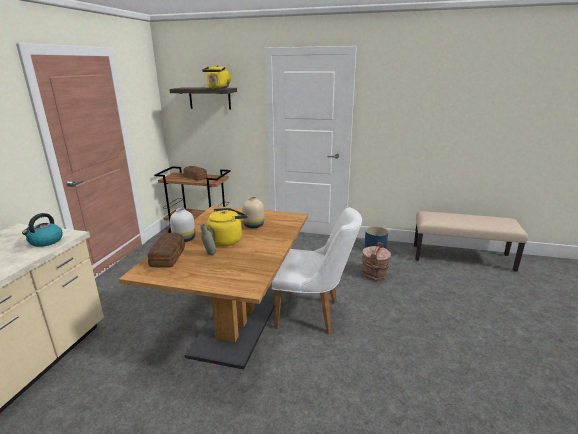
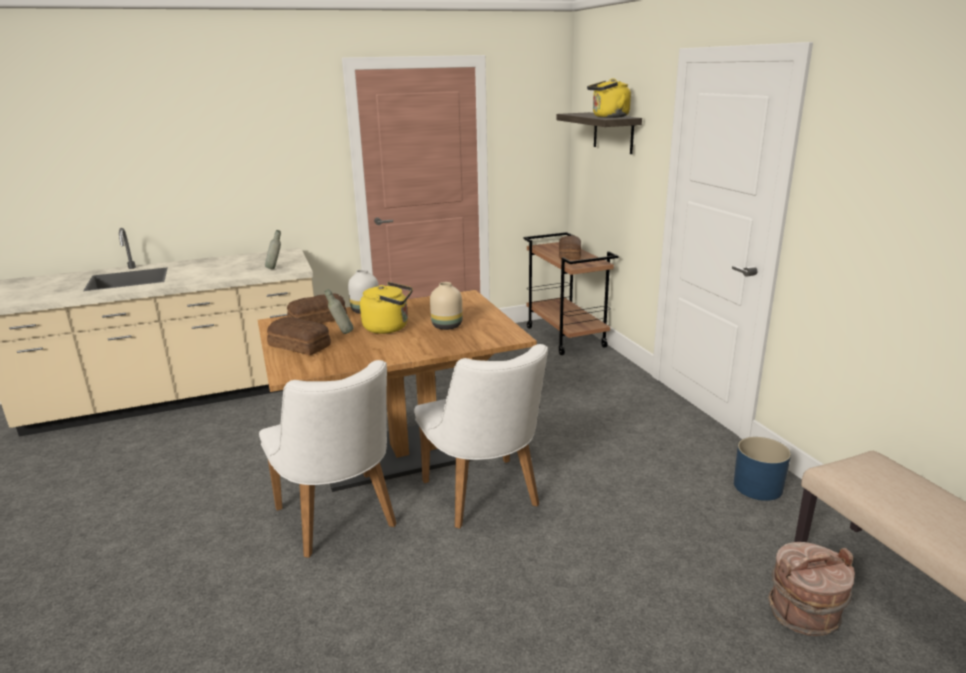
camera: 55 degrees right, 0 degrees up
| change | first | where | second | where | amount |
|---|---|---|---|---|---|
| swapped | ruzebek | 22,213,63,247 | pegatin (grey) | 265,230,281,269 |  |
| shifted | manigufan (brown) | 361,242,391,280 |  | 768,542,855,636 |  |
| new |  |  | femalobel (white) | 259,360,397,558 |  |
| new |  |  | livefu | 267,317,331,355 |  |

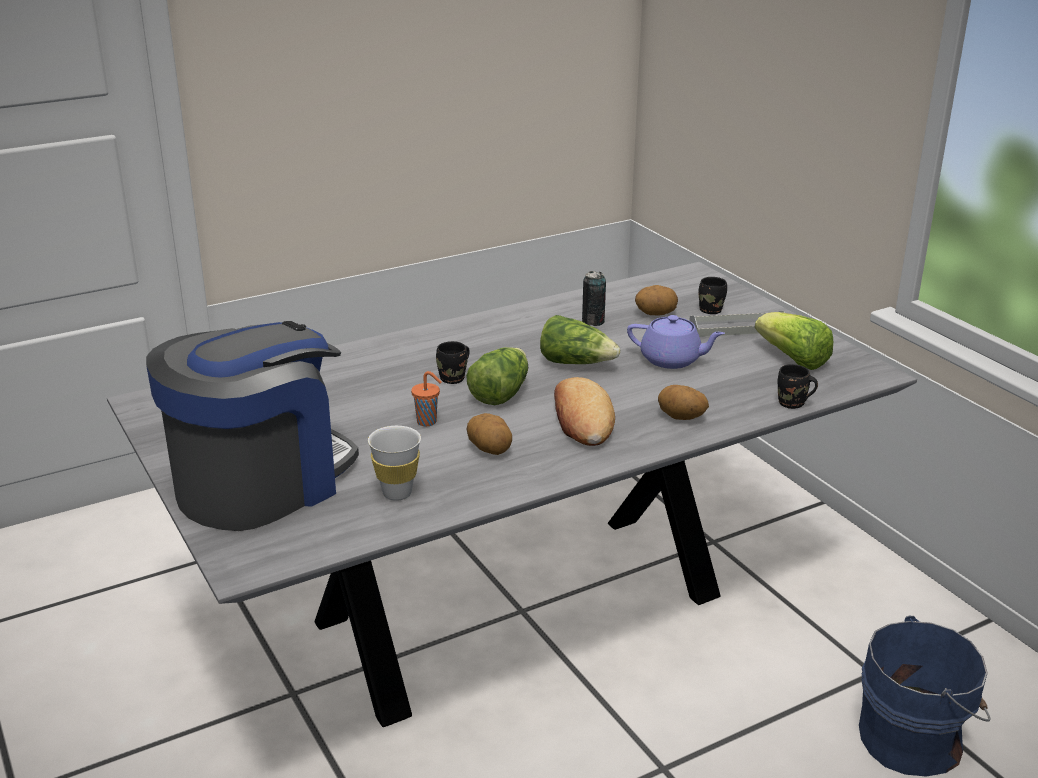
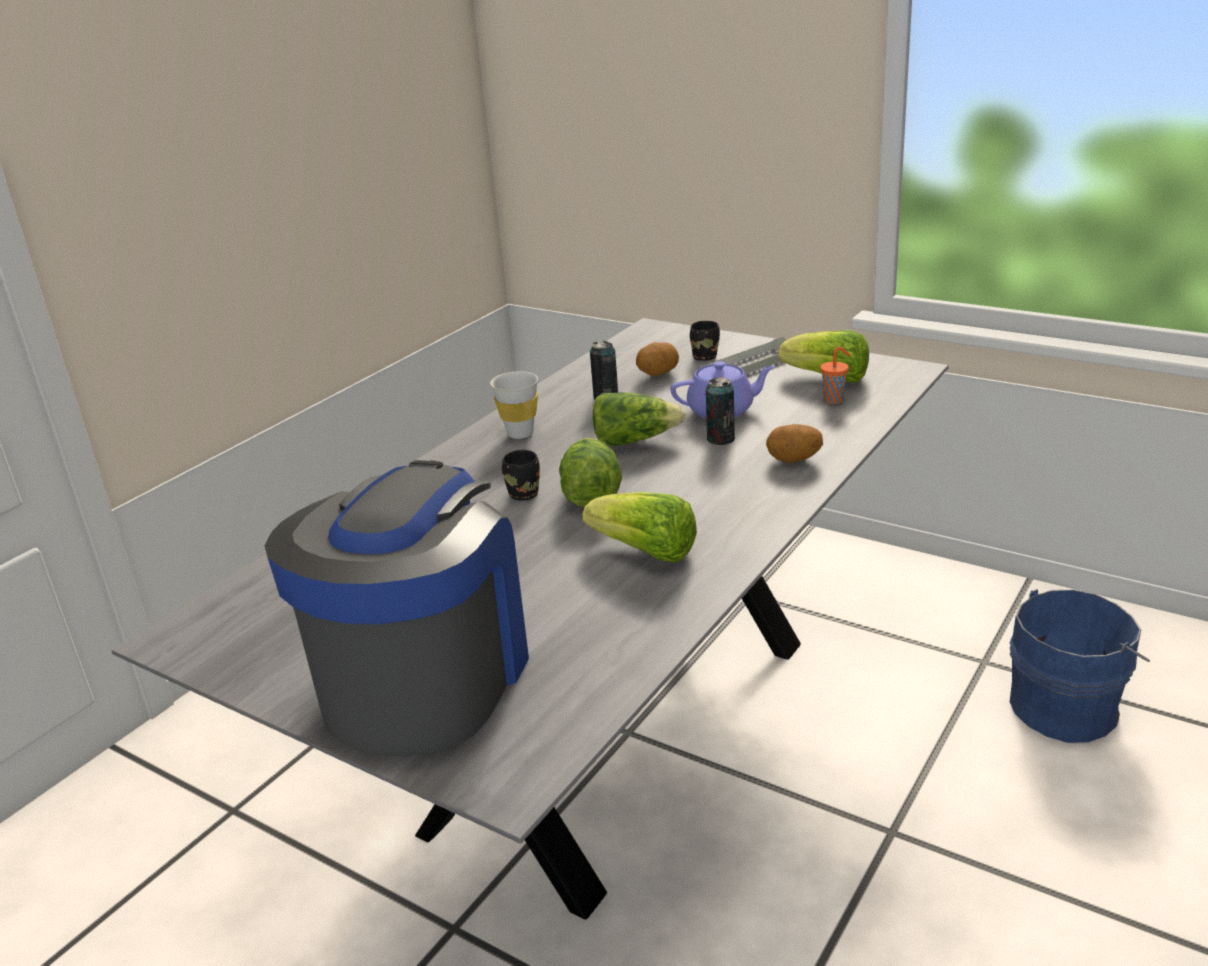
camera: 25 degrees left, 0 degrees up
| change | first | where | second | where | amount |
|---|---|---|---|---|---|
| shifted | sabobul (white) | 368,426,421,501 |  | 490,371,538,439 |  |
| shifted | sabobul (orange) | 411,371,442,426 |  | 820,347,850,404 |  |
| swapped | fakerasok | 466,413,512,455 | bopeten | 582,492,697,562 |  |
| gone | livefu | 554,377,615,446 |  |  |  |
| gone | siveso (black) | 778,364,818,409 |  |  |  |
| new |  |  | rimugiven | 706,377,735,445 |  |

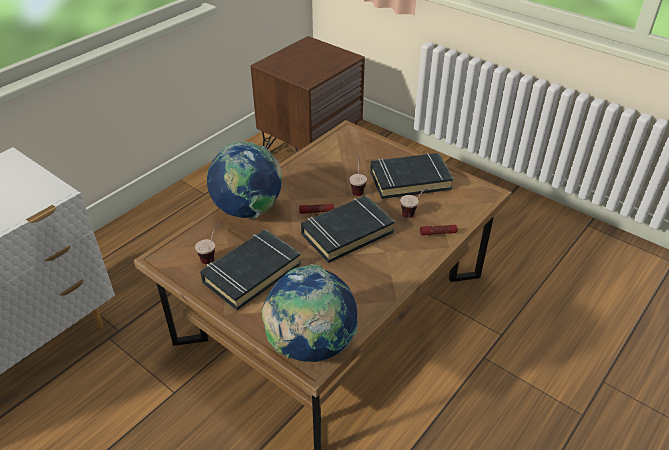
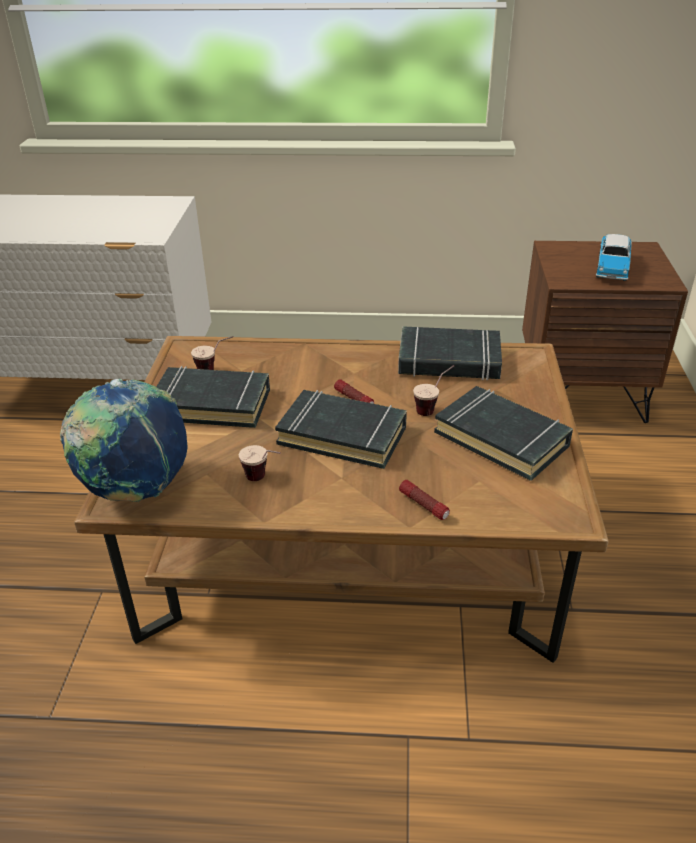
camera: 55 degrees right, 5 degrees down
| change | first | where | second | where | amount |
|---|---|---|---|---|---|
| gone | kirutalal | 207,141,282,218 |  |  |  |
| shifted | sabobul | 400,186,433,218 |  | 239,445,281,481 |  |
| new |  |  | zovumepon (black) | 398,326,502,380 |  |
| new |  |  | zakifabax | 596,234,632,281 |  |

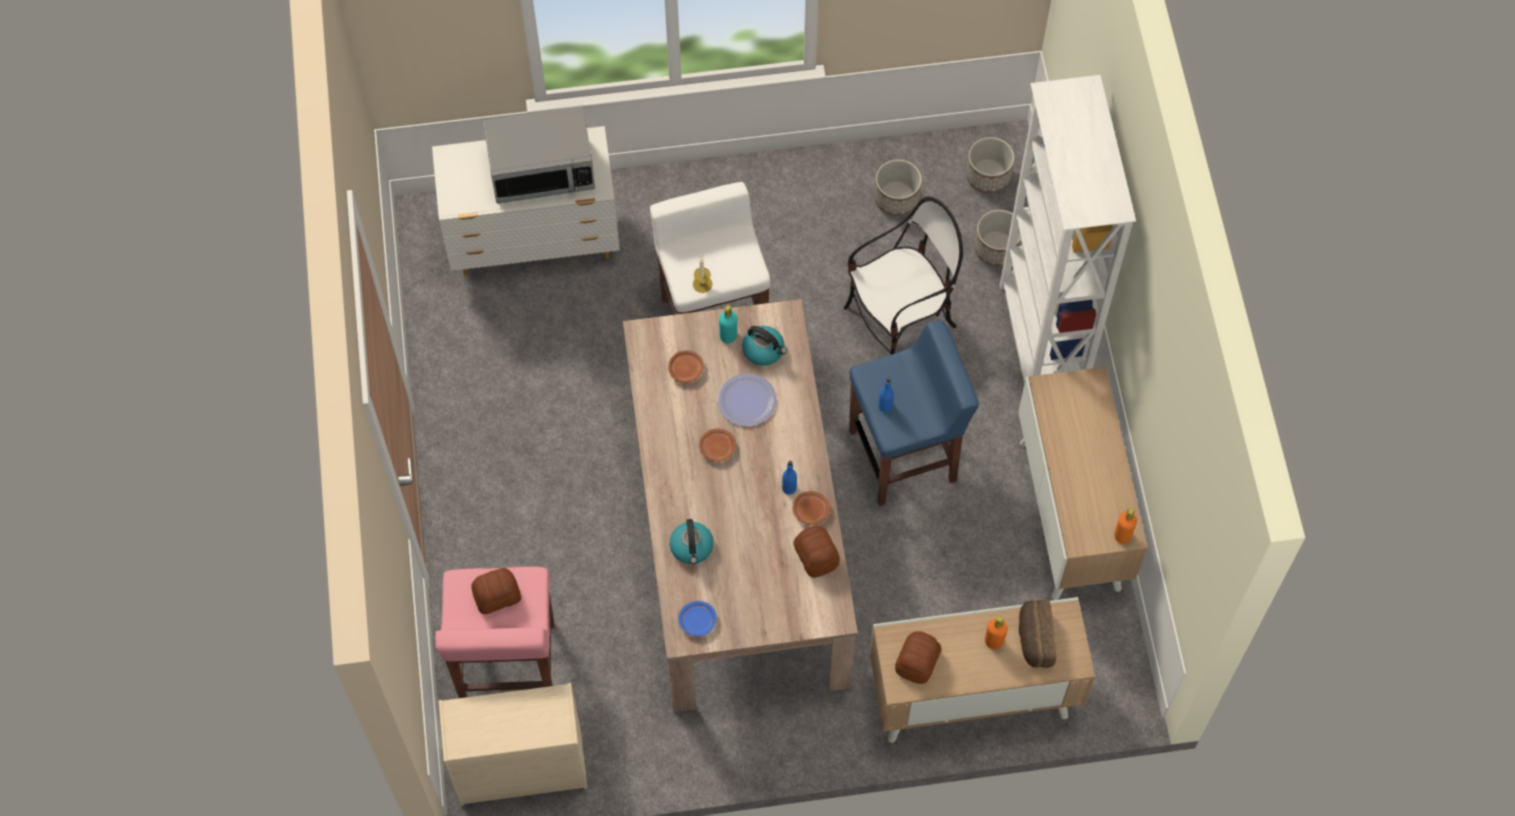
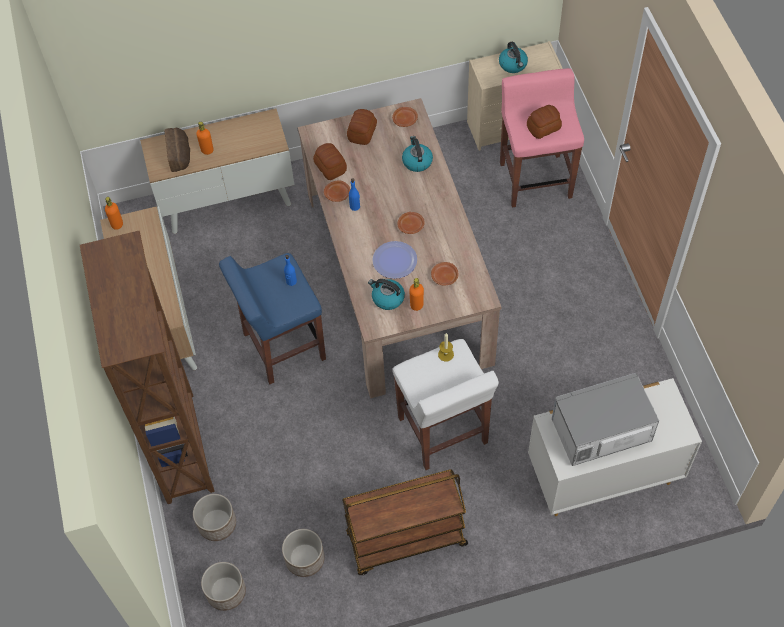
camera: 175 degrees right, 5 degrees down
| change | first | where | second | where | amount |
|---|---|---|---|---|---|
| repainted | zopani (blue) | 678,601,716,636 | zopani (brown) | 392,107,418,127 |  |
| repainted | pegatin (turquoise) | 719,305,737,344 | pegatin (orange) | 409,278,424,311 |  |
| gone | femalobel | 844,197,963,355 |  |  |  |
| shifted | livefu | 895,632,941,684 |  | 347,109,377,145 |  |
| repainted | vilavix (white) | 999,75,1136,384 | vilavix (brown) | 80,231,215,504 |  |
| new |  |  | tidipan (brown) | 342,469,468,575 |  |
| new |  |  | ruzebek | 499,41,528,73 |  |

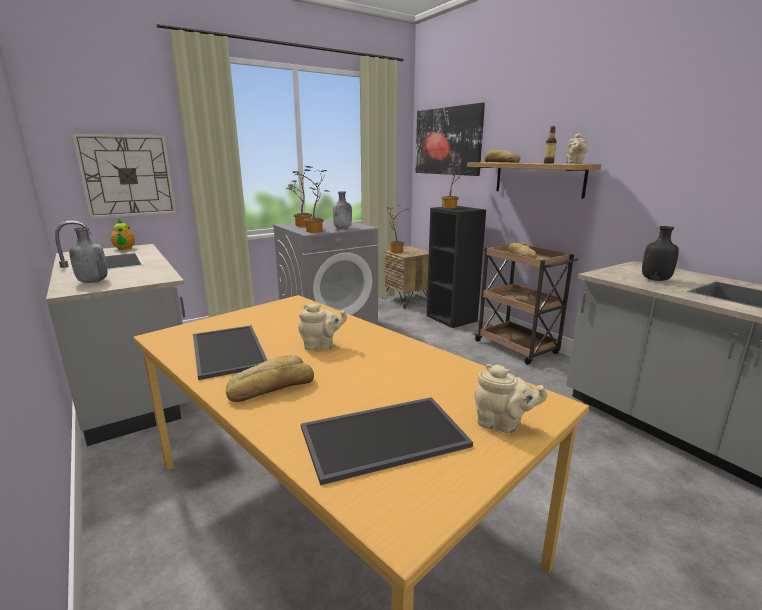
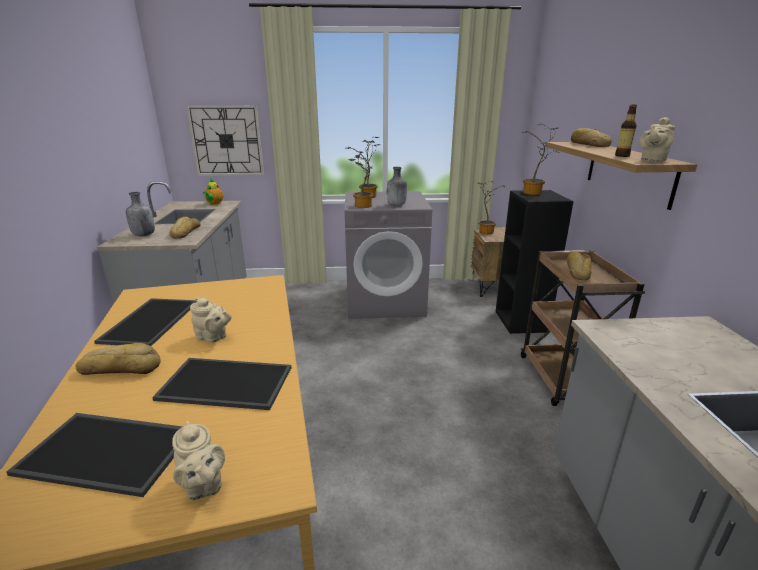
camera: 30 degrees right, 5 degrees up
| change | first | where | second | where | amount |
|---|---|---|---|---|---|
| gone | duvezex | 416,103,485,176 |  |  |  |
| gone | pegatin (black) | 642,226,679,281 |  |  |  |
| new |  |  | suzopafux | 152,358,291,410 |  |
| new |  |  | livefu | 169,217,200,238 |  |

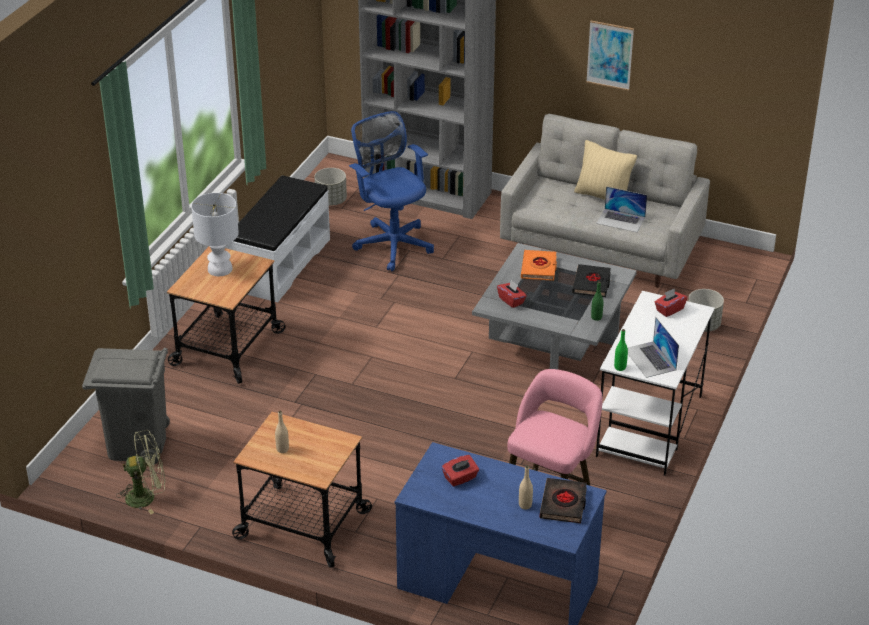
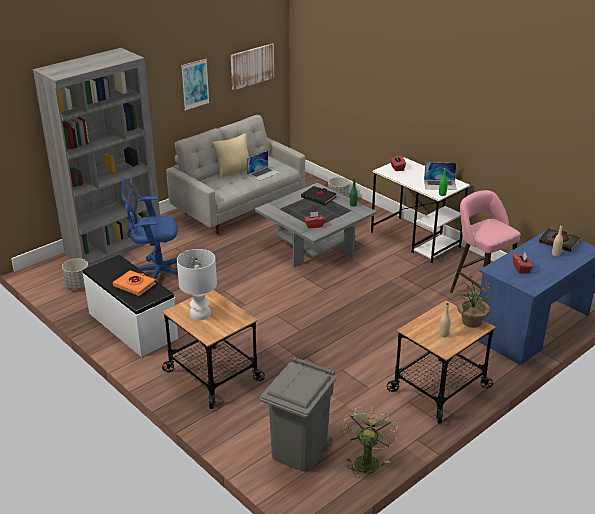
camera: 65 degrees left, 5 degrees down
| change | first | where | second | where | amount |
|---|---|---|---|---|---|
| shifted | zovumepon (orange) | 521,250,557,281 |  | 113,270,156,296 |  |
| new |  |  | duvezex | 231,44,274,90 |  |
| new |  |  | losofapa | 455,275,490,328 |  |

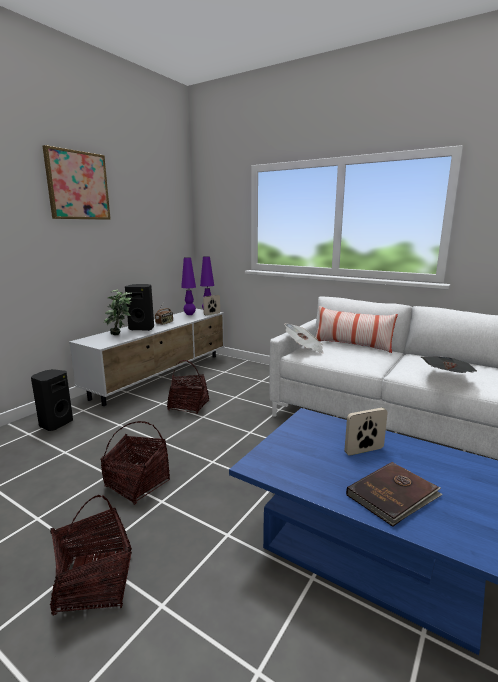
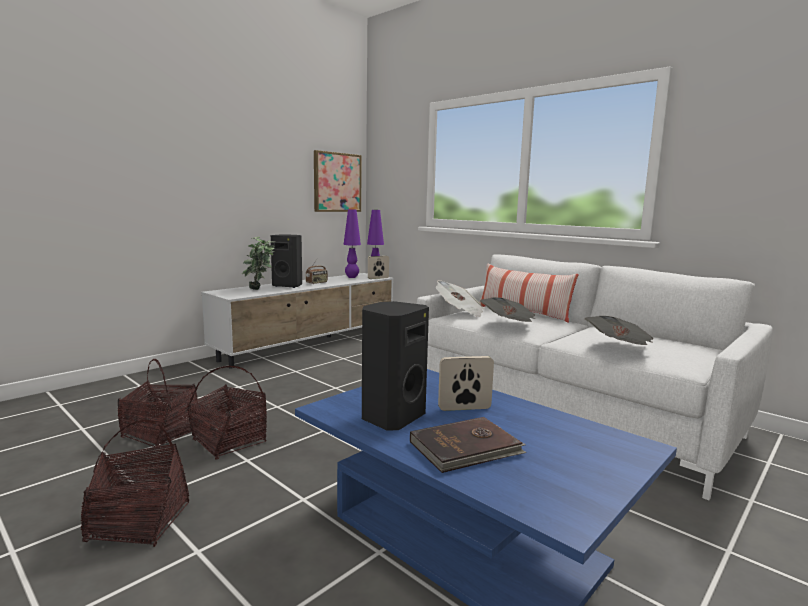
camera: 10 degrees right, 5 degrees down
| change | first | where | second | where | amount |
|---|---|---|---|---|---|
| shifted | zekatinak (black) | 31,369,73,431 |  | 362,301,429,431 |  |
| shifted | duvezex | 43,145,111,220 |  | 314,150,362,212 |  |
| shifted | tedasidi | 167,360,209,414 |  | 118,359,198,447 |  |
| new |  |  | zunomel | 480,297,535,322 |  |

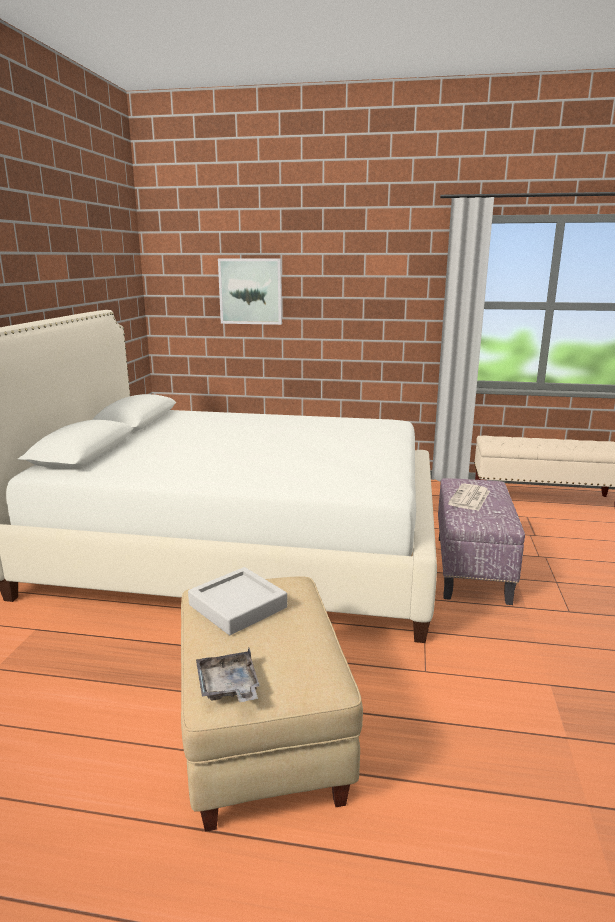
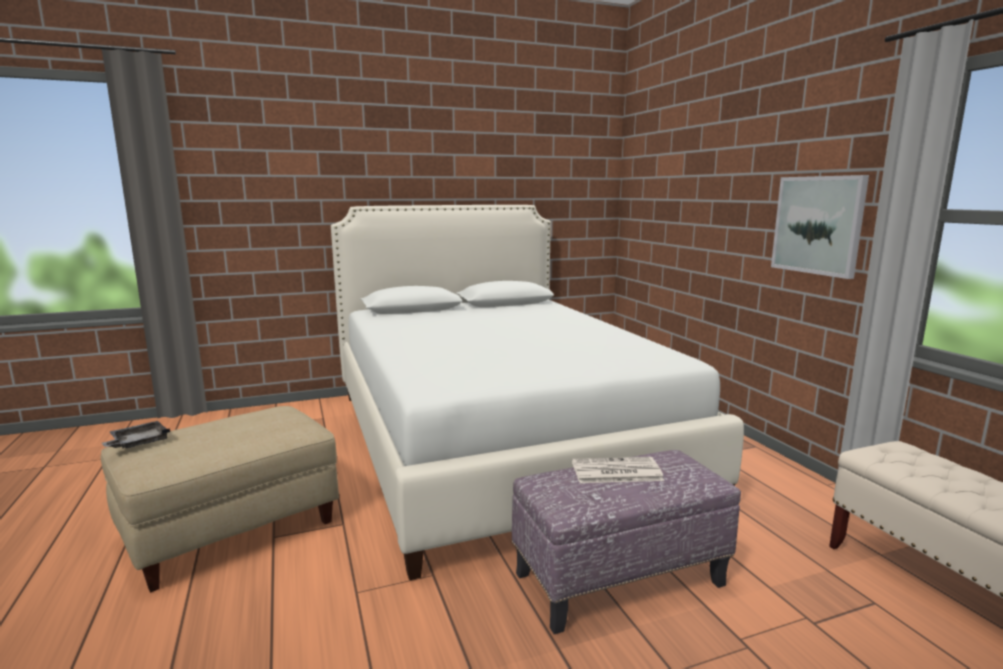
camera: 60 degrees right, 5 degrees down
| change | first | where | second | where | amount |
|---|---|---|---|---|---|
| gone | suzopafux (grey) | 188,567,287,635 |  |  |  |
| shifted | duvezex | 218,258,282,325 |  | 771,175,869,279 |  |

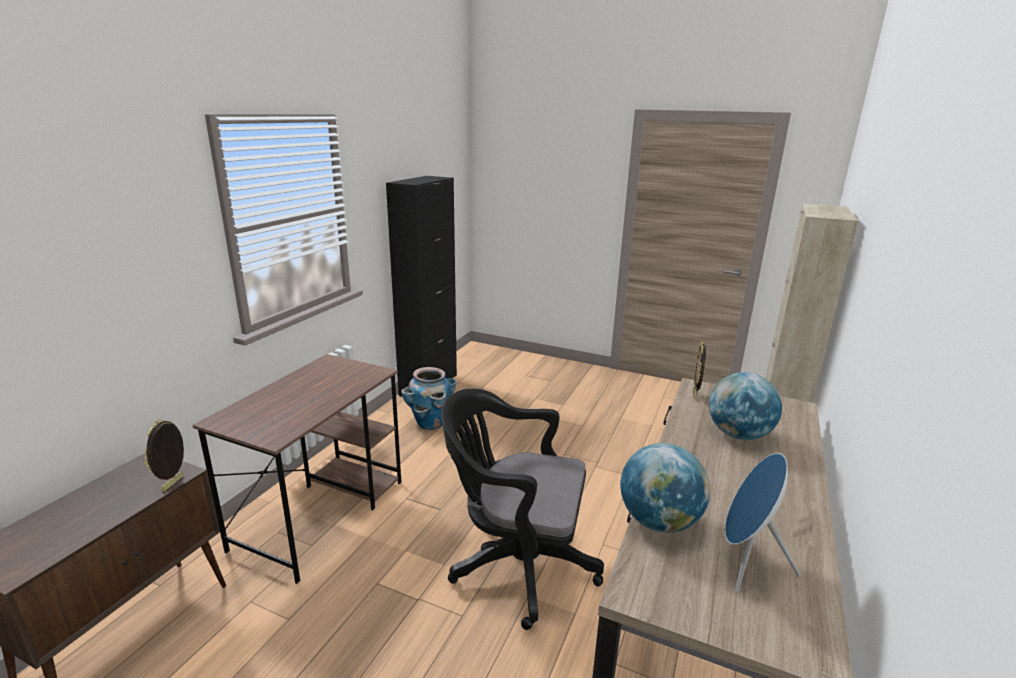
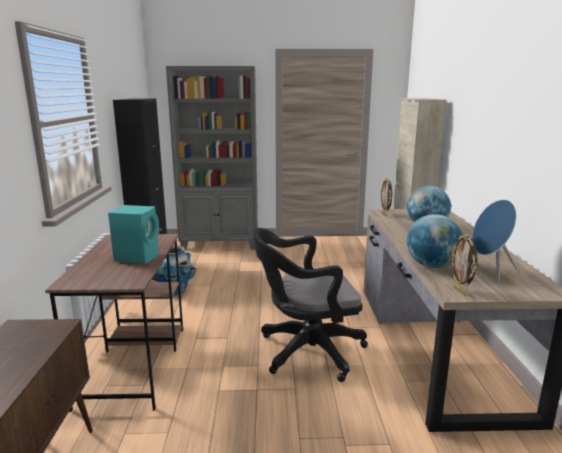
camera: 25 degrees left, 5 degrees down
| change | first | where | second | where | amount |
|---|---|---|---|---|---|
| shifted | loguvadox | 143,419,184,491 |  | 451,234,477,296 |  |
| new |  |  | zekatinak (turquoise) | 108,205,159,264 |  |
| new |  |  | vilavix (grey) | 166,66,258,250 |  |

